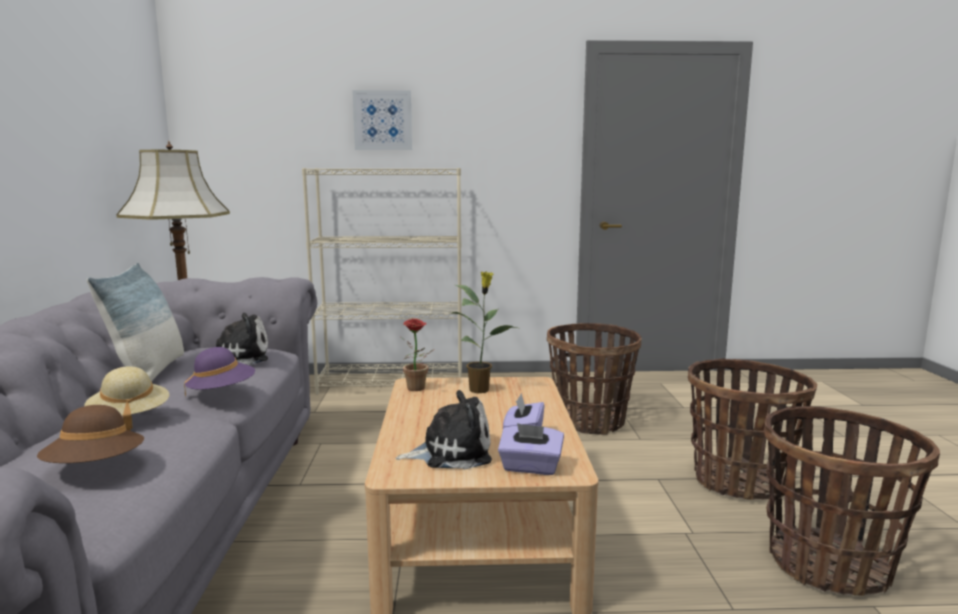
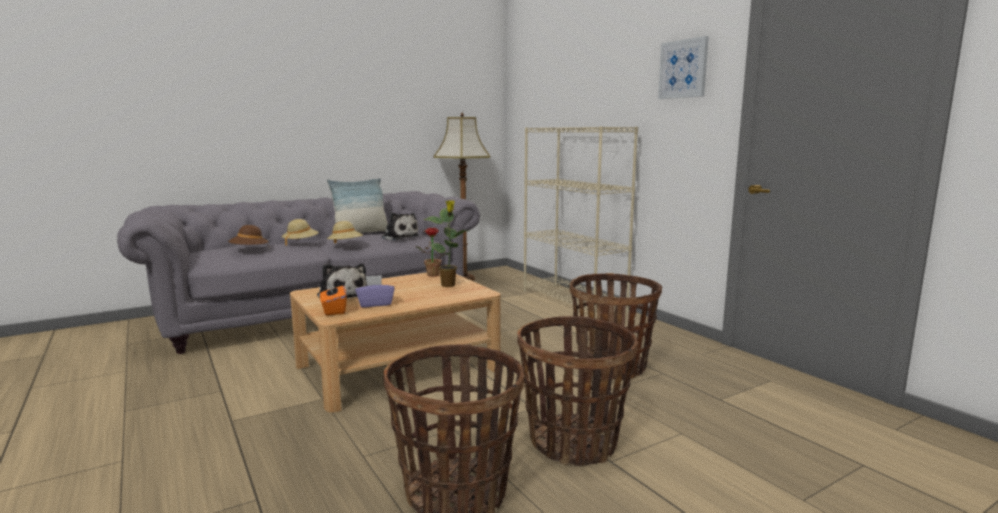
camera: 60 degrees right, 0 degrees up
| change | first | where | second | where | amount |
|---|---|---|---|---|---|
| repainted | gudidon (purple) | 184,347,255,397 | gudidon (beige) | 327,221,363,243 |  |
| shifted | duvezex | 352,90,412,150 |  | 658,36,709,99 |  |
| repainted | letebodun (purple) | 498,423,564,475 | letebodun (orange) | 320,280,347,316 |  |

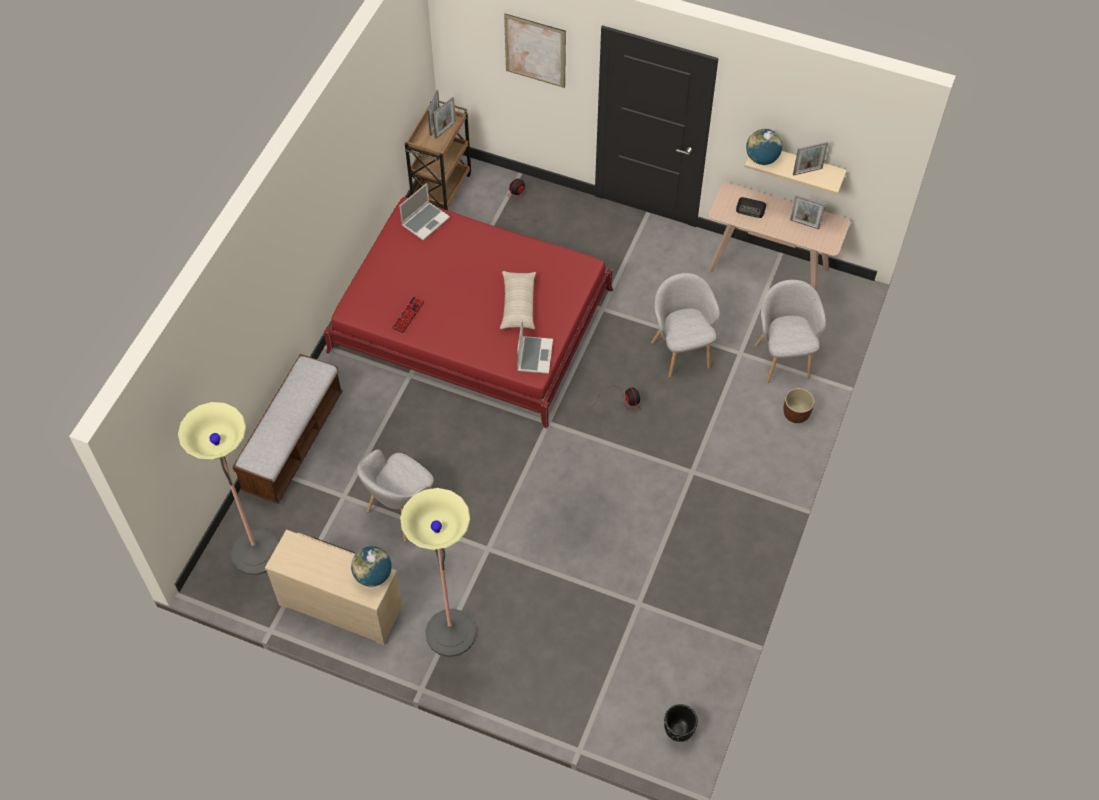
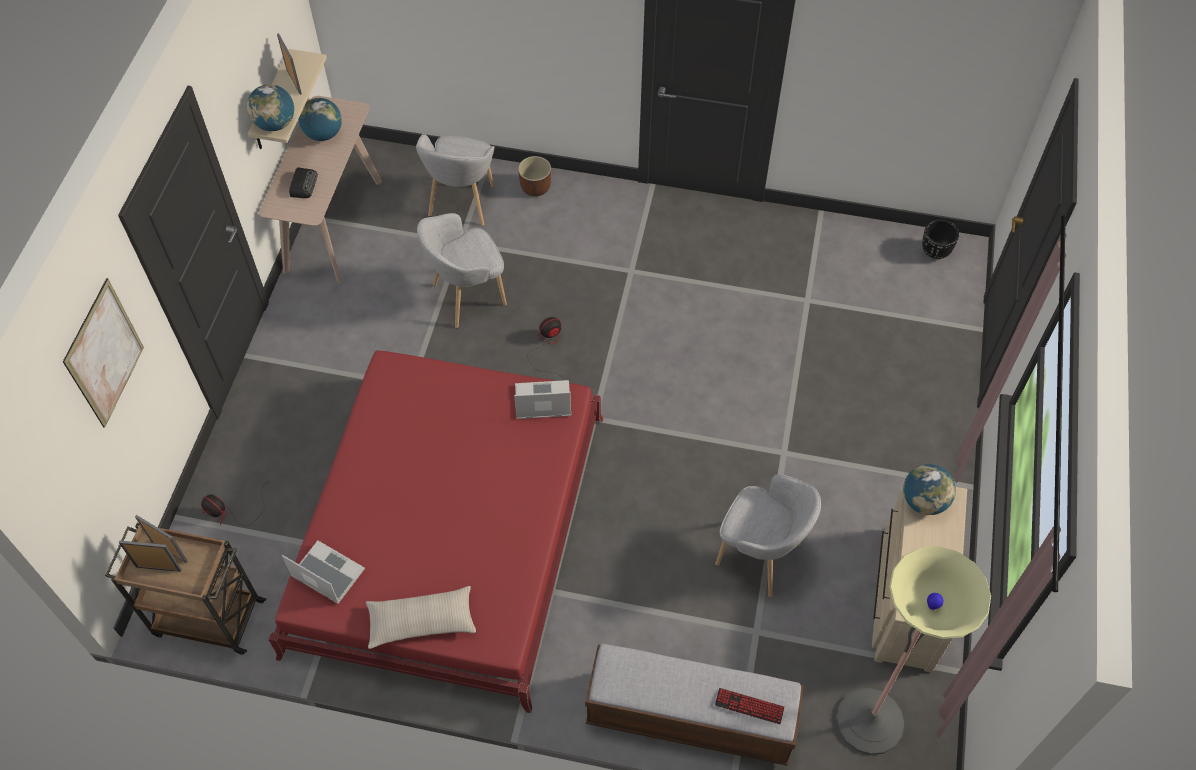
camera: 100 degrees left, 0 degrees up
| change | first | where | second | where | amount |
|---|---|---|---|---|---|
| shifted | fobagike | 392,297,424,334 |  | 715,688,784,724 |  |
| gone | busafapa | 400,488,476,657 |  |  |  |
| shifted | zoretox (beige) | 500,271,536,329 |  | 366,586,476,649 |  |
| rotated | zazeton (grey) | 755,280,826,383 |  | 416,134,495,227 | 60 degrees counterclockwise |
| swapped | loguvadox | 790,195,825,229 | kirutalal | 298,98,342,141 |  |

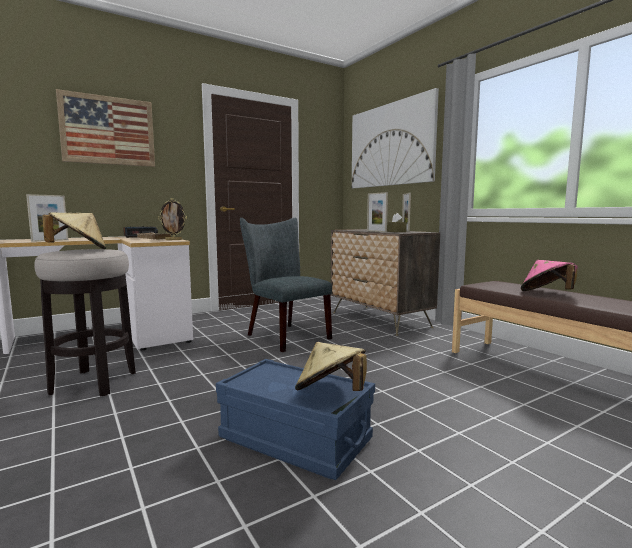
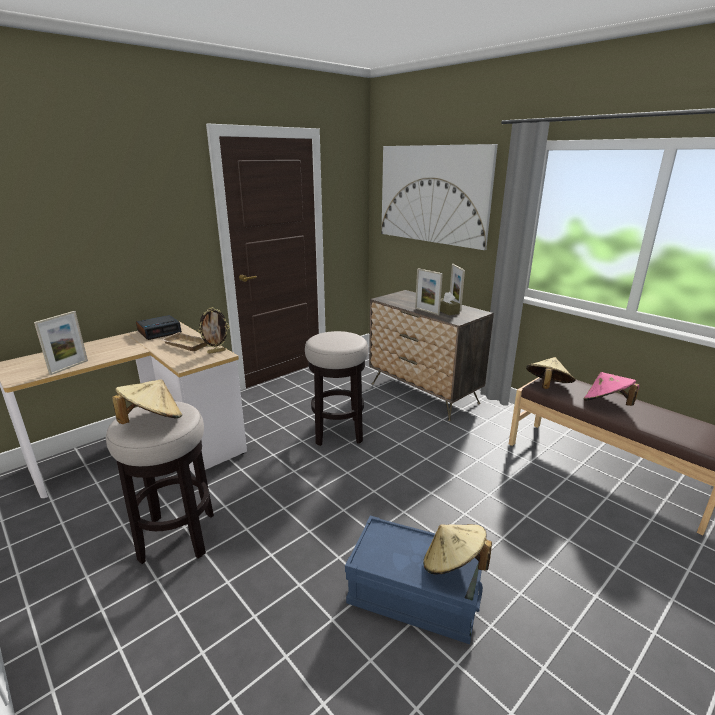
camera: 10 degrees left, 15 degrees up
| change | first | where | second | where | amount |
|---|---|---|---|---|---|
| gone | duvezex | 56,89,155,167 |  |  |  |
| swapped | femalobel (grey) | 240,218,332,352 | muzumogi | 305,331,368,446 |  |
| new |  |  | gudidon (beige) | 526,357,576,389 |  |

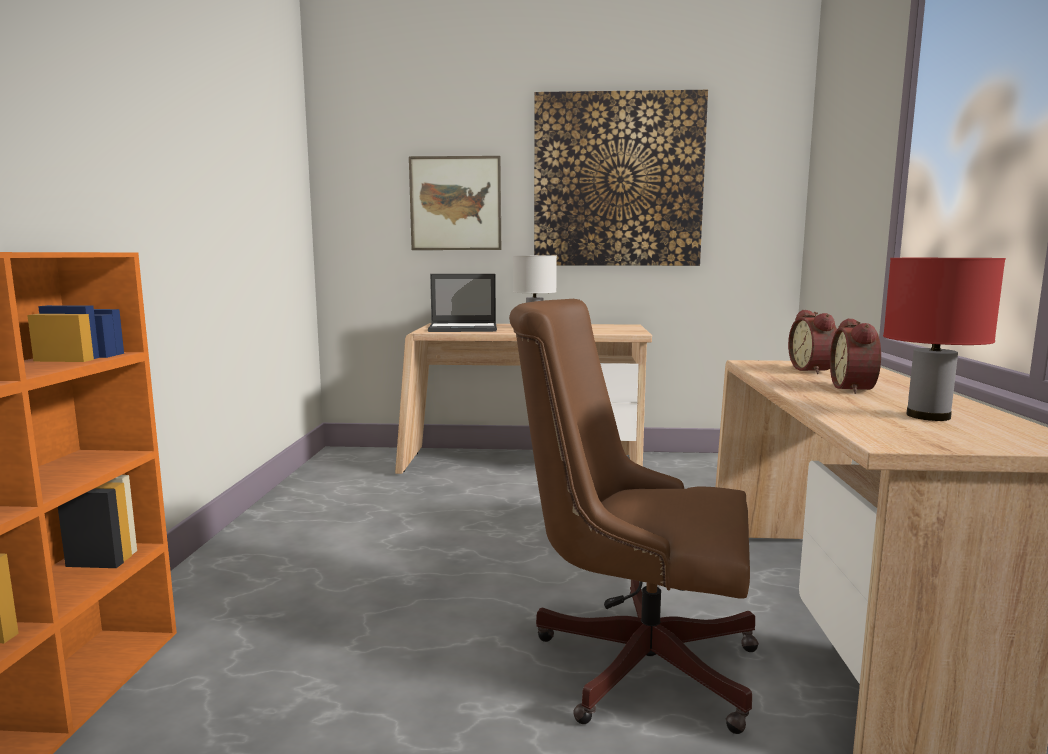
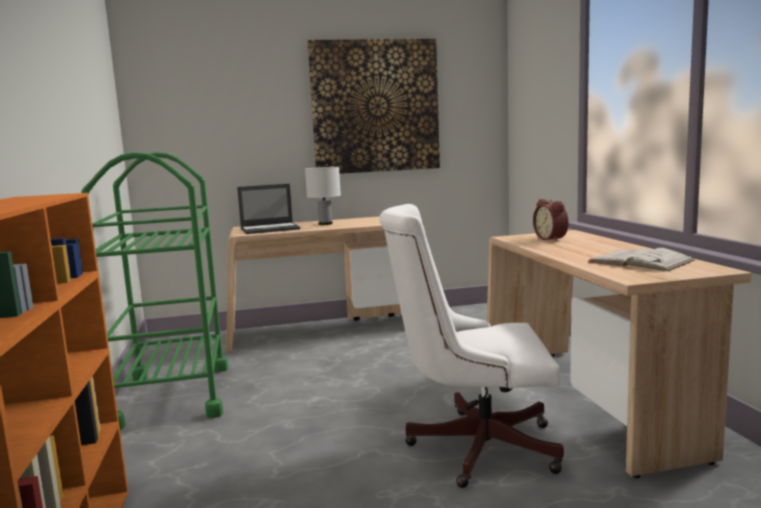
camera: 15 degrees left, 0 degrees up
| change | first | where | second | where | amount |
|---|---|---|---|---|---|
| gone | duvezex | 409,156,501,250 |  |  |  |
| repainted | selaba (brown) | 509,299,759,734 | selaba (white) | 379,204,564,488 |  |
| gone | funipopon | 830,318,881,394 |  |  |  |
| swapped | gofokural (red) | 883,258,1006,421 | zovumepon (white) | 588,248,695,271 |  |
| new |  |  | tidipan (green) | 81,152,228,430 |  |

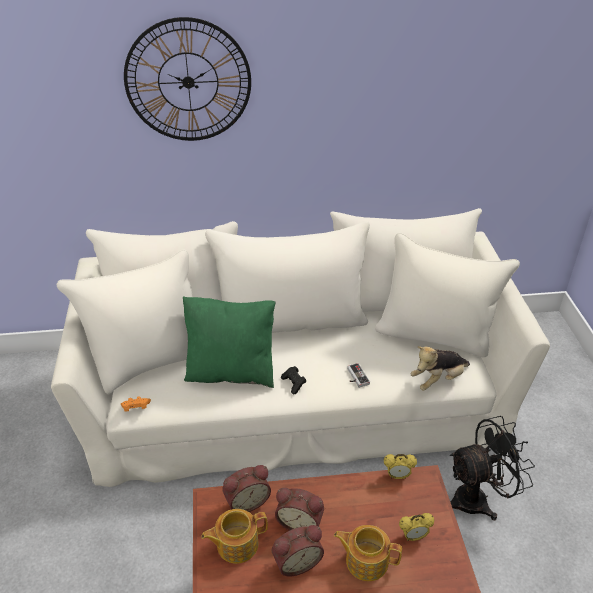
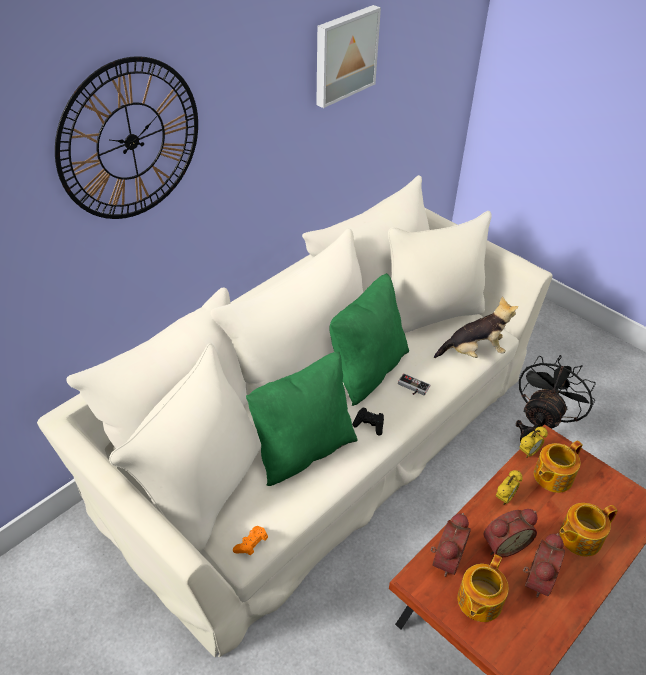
camera: 40 degrees left, 5 degrees up
| change | first | where | second | where | amount |
|---|---|---|---|---|---|
| shifted | funipopon | 399,513,434,541 |  | 496,470,522,505 |  |
| rotated | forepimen | 411,346,470,391 |  | 434,296,518,358 | 120 degrees counterclockwise |
| new |  |  | duvezex | 316,5,381,108 |  |
| new |  |  | zoretox (green) | 329,273,409,406 |  |
| new |  |  | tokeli | 534,440,583,493 |  |

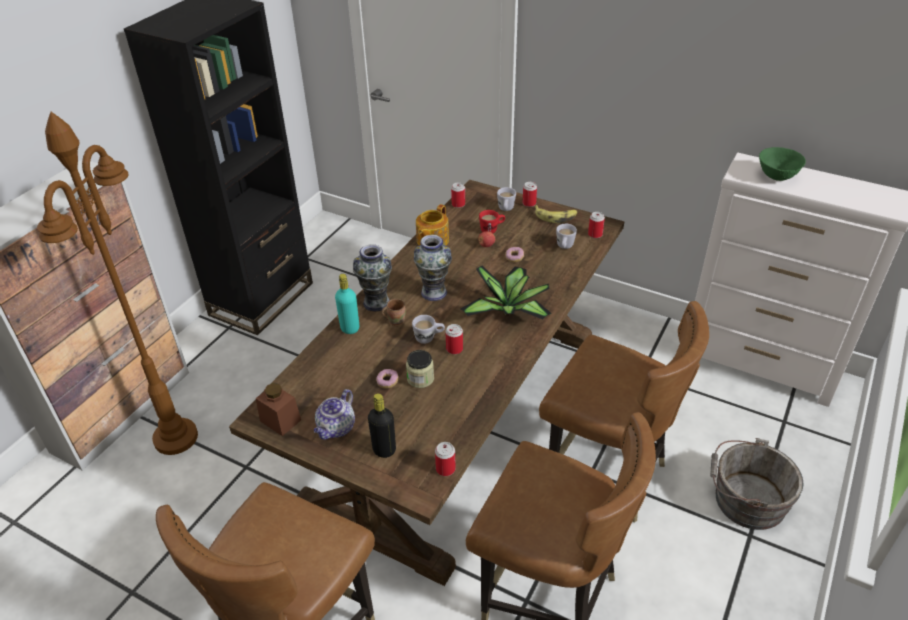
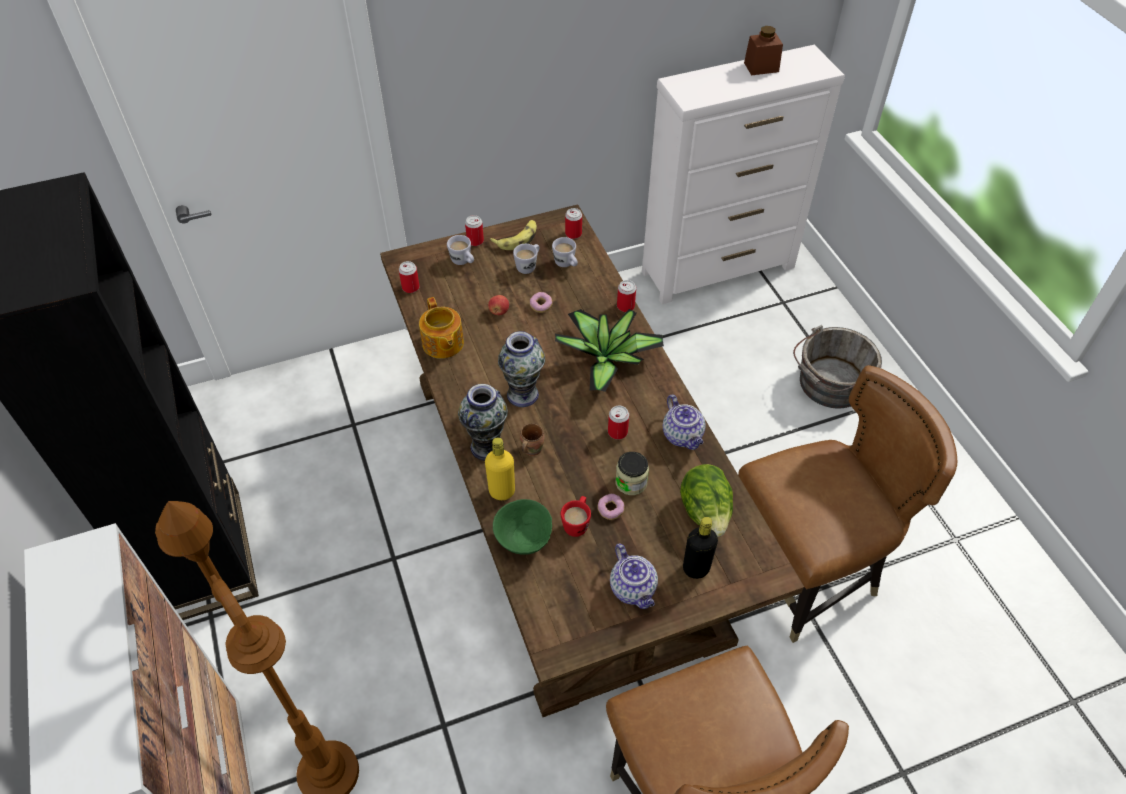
camera: 50 degrees left, 10 degrees up
| change | first | where | second | where | amount |
|---|---|---|---|---|---|
| shifted | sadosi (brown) | 256,383,301,436 |  | 744,26,783,75 |  |
| repainted | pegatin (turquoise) | 335,274,359,334 | pegatin (yellow) | 485,437,515,500 |  |
| shifted | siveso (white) | 412,315,445,344 |  | 513,244,540,274 |  |
| shifted | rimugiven | 435,442,456,476 |  | 617,280,636,312 |  |
| shifted | siveso (red) | 479,210,505,233 |  | 561,496,591,537 |  |
| gone | femalobel (brown) | 539,301,709,523 |  |  |  |
| shifted | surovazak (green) | 759,147,806,181 |  | 493,499,552,555 |  |
| new |  |  | tokeli | 663,394,706,450 |  |
| new |  |  | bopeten | 680,464,733,537 |  |

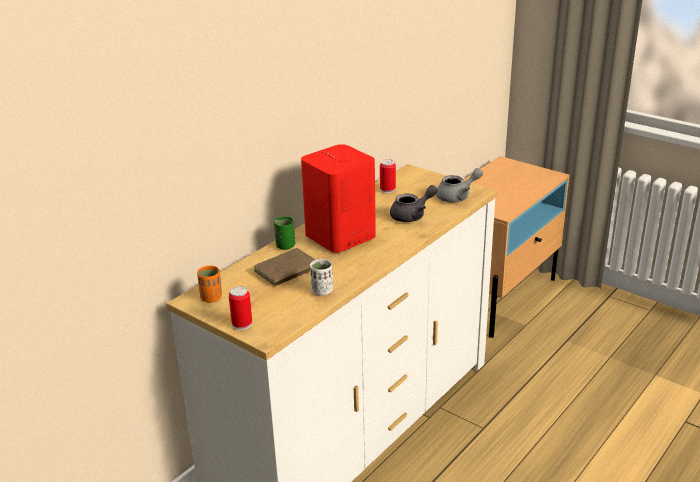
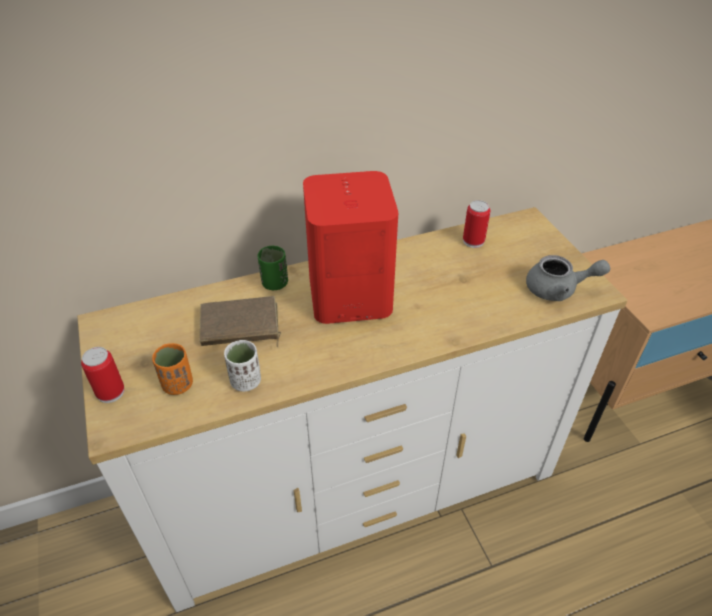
camera: 30 degrees right, 15 degrees up
| change | first | where | second | where | amount |
|---|---|---|---|---|---|
| shifted | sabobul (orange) | 197,266,222,303 |  | 152,343,193,395 |  |
| gone | tokeli (grey) | 390,185,438,222 |  |  |  |

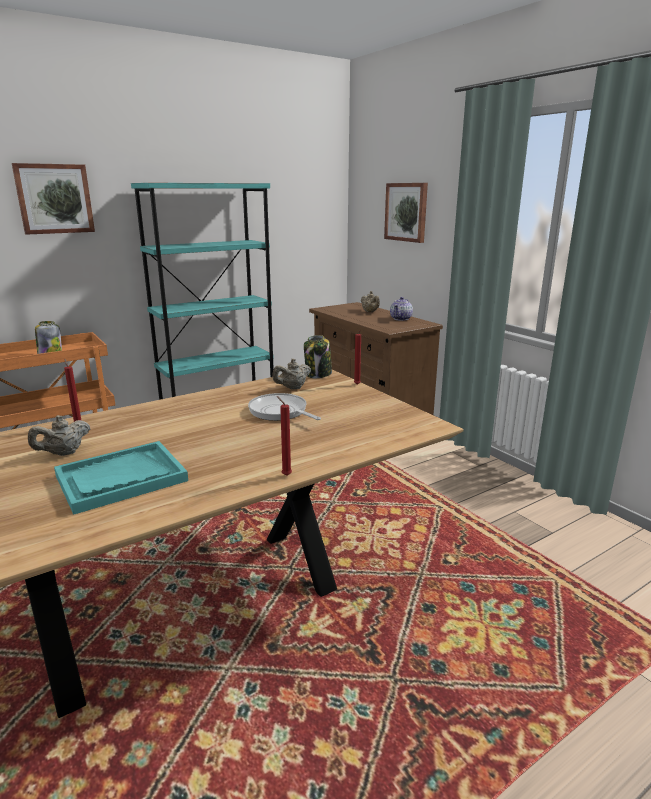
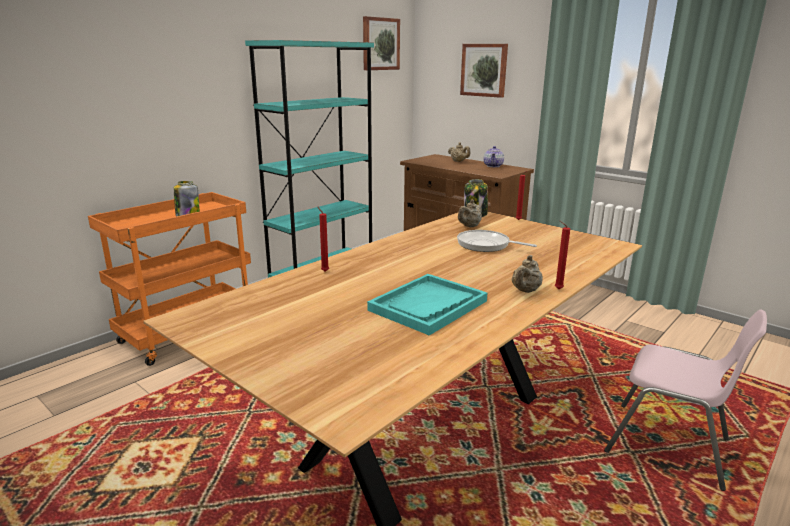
camera: 15 degrees left, 0 degrees up
| change | first | where | second | where | amount |
|---|---|---|---|---|---|
| shifted | duvezex | 12,163,95,235 |  | 363,16,400,70 |  |
| shifted | tokeli (beige) | 28,415,90,456 |  | 511,255,543,293 |  |
| new |  |  | femalobel (pink) | 604,309,767,491 |  |

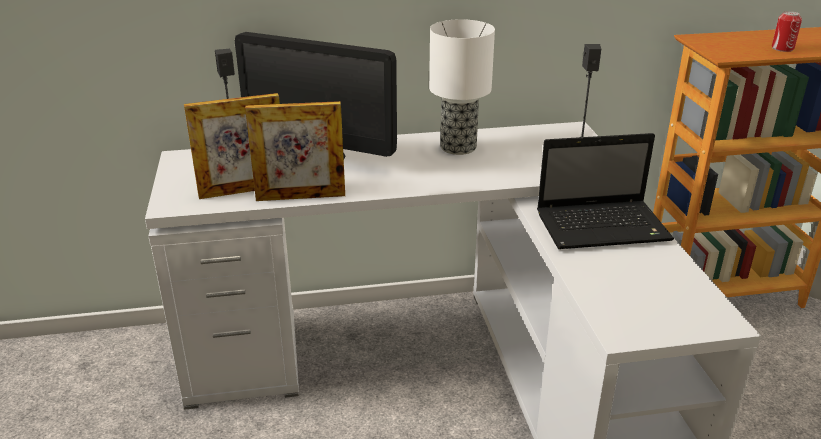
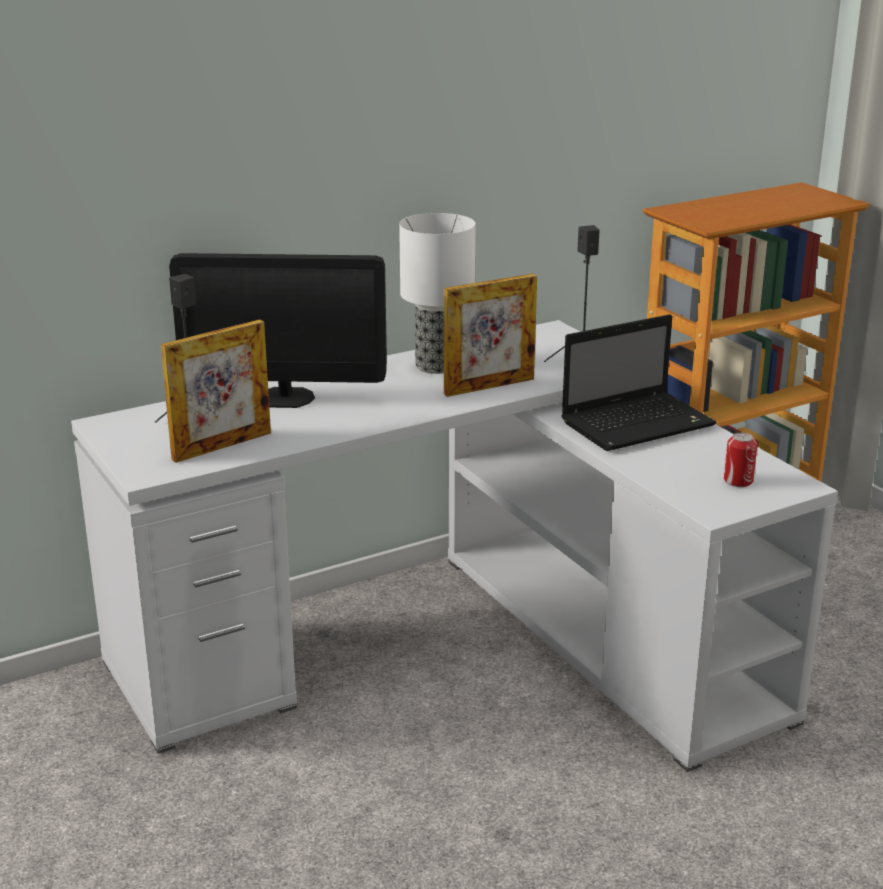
camera: 20 degrees left, 5 degrees down
| change | first | where | second | where | amount |
|---|---|---|---|---|---|
| shifted | loguvadox | 245,101,345,201 |  | 444,274,537,397 |  |
| shifted | rimugiven | 772,11,802,52 |  | 724,433,757,487 |  |

